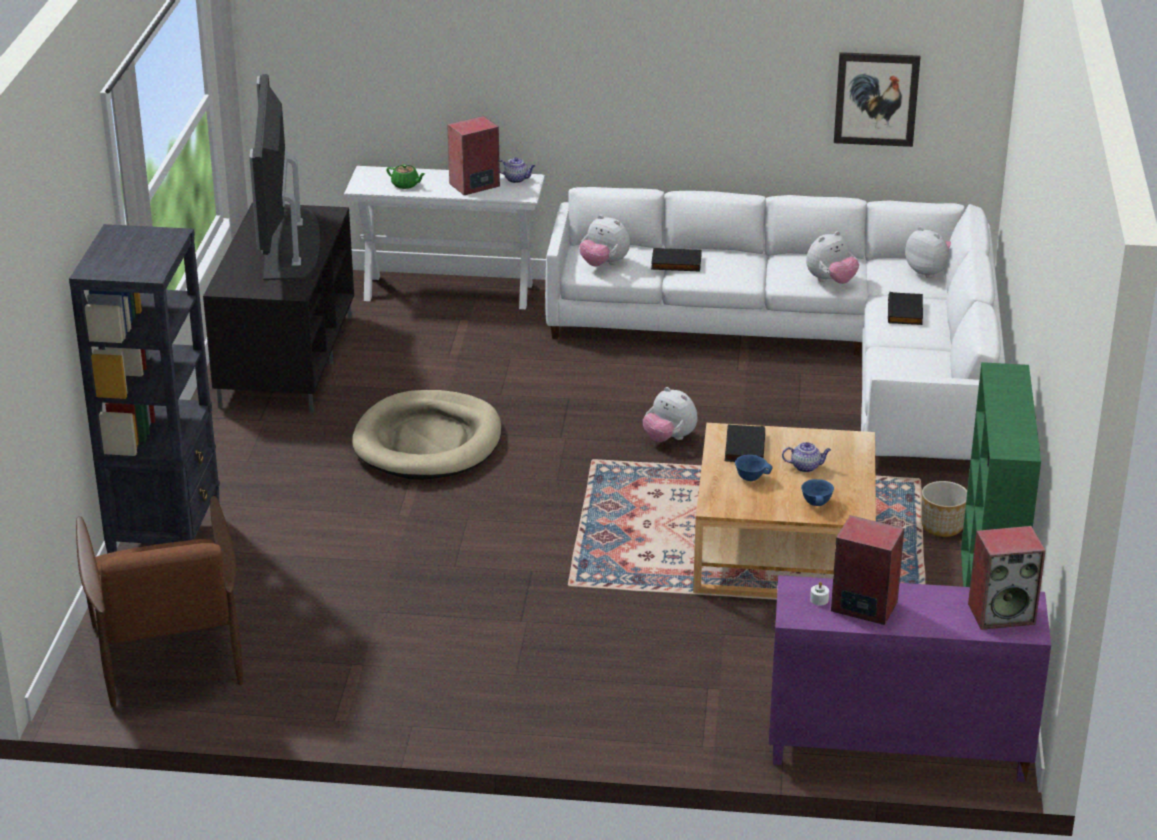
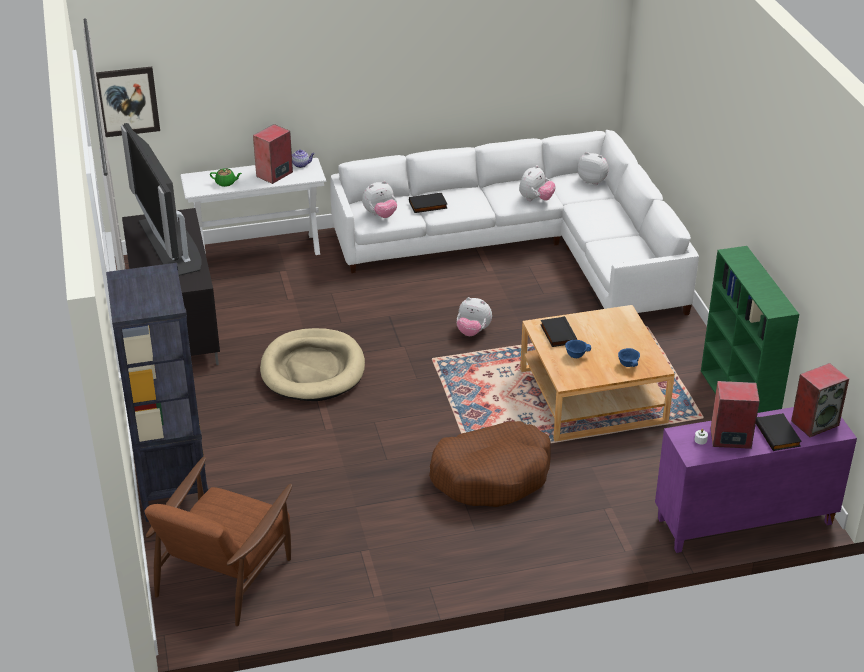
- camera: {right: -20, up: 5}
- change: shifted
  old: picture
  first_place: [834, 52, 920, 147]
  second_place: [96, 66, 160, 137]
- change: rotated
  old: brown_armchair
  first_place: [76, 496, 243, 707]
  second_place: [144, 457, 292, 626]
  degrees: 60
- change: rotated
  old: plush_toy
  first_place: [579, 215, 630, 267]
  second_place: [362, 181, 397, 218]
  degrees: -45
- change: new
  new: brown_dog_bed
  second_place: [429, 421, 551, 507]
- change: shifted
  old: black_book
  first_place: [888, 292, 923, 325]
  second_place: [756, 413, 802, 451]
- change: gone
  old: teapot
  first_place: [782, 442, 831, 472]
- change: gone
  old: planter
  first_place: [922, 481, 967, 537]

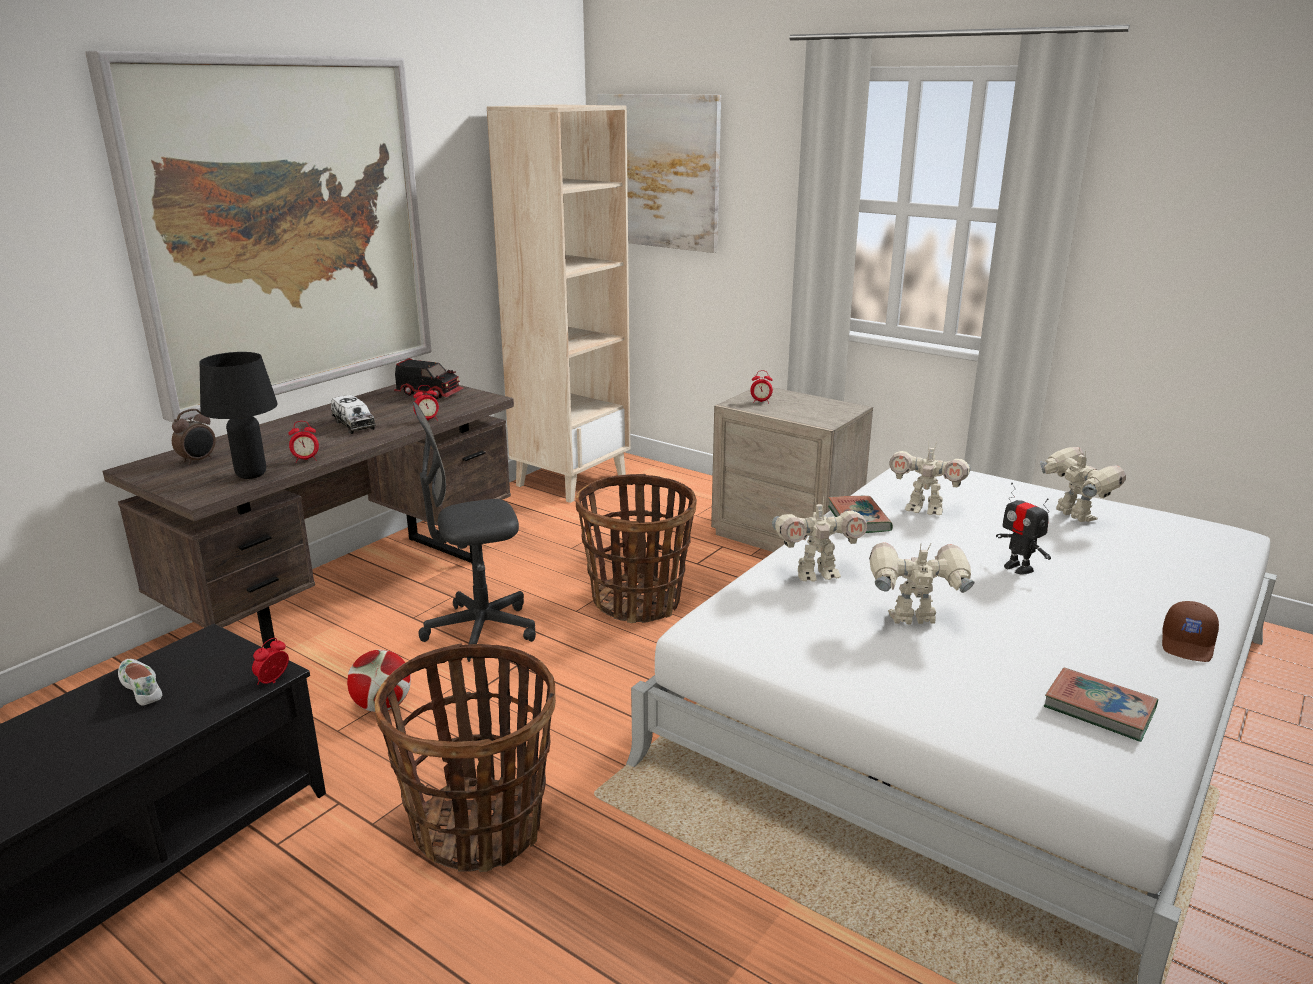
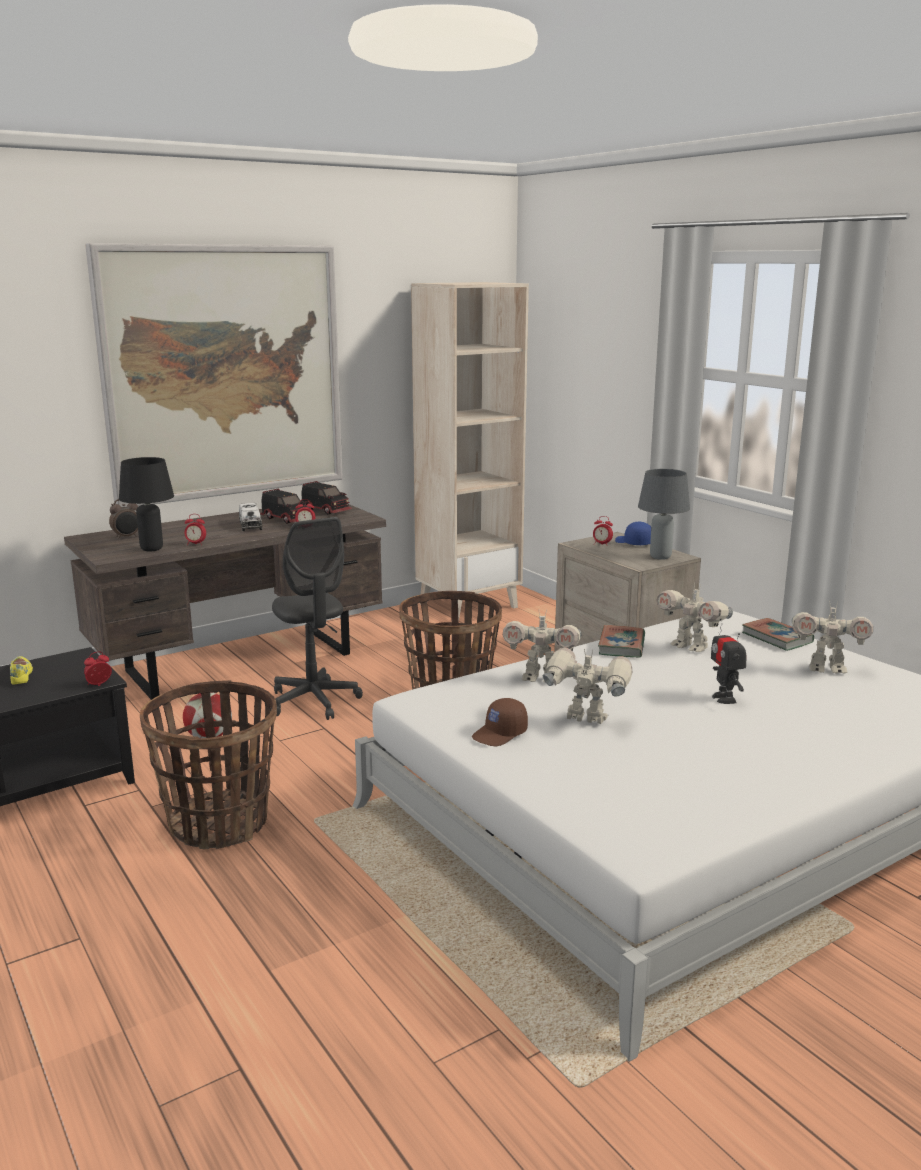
- camera: {right: 20, up: -5}
- change: repainted
  old: white_shoe
  new: yellow_shoe
  first_place: [118, 659, 162, 706]
  second_place: [10, 656, 33, 685]
- change: new
  new: toy_truck
  second_place: [260, 489, 309, 524]
- change: rotated
  old: grey_office_chair
  first_place: [413, 402, 536, 662]
  second_place: [271, 517, 363, 720]
  degrees: -120
- change: shifted
  old: brown_cap
  first_place: [1162, 601, 1219, 662]
  second_place: [472, 698, 528, 746]
- change: new
  new: blue_cap
  second_place: [615, 521, 651, 545]
- change: new
  new: grey_table_lamp
  second_place: [638, 469, 690, 560]
- change: shifted
  old: book
  first_place: [1044, 667, 1158, 742]
  second_place: [742, 618, 814, 651]
- change: rotated
  old: toy_robot
  first_place: [1040, 447, 1126, 522]
  second_place: [792, 601, 873, 673]
  degrees: 105
- change: gone
  old: picture
  first_place: [597, 94, 721, 253]

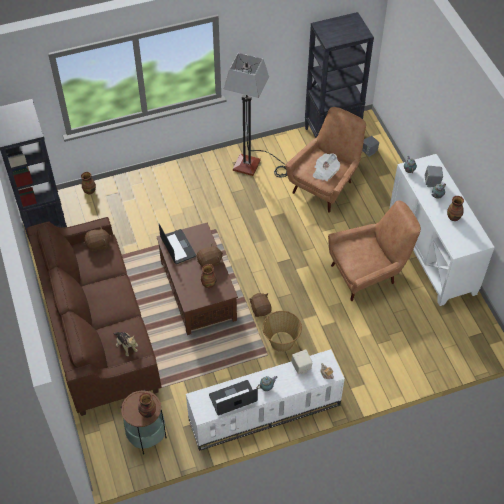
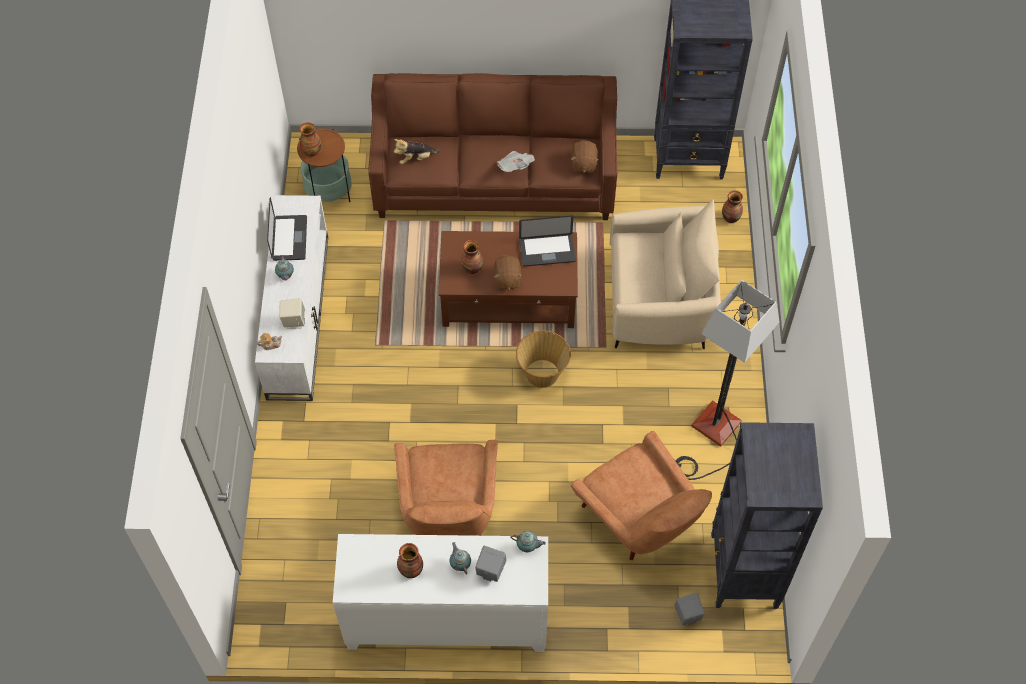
- camera: {right: 110, up: 5}
- change: shifted
  old: newspaper
  first_place: [313, 153, 340, 181]
  second_place: [497, 151, 535, 172]
- change: shifted
  old: basket
  first_place: [263, 311, 302, 352]
  second_place: [516, 330, 571, 388]
- change: new
  new: beige_armchair
  second_place: [610, 199, 721, 349]
- change: gone
  old: brown_plush_toy
  first_place: [249, 293, 272, 317]

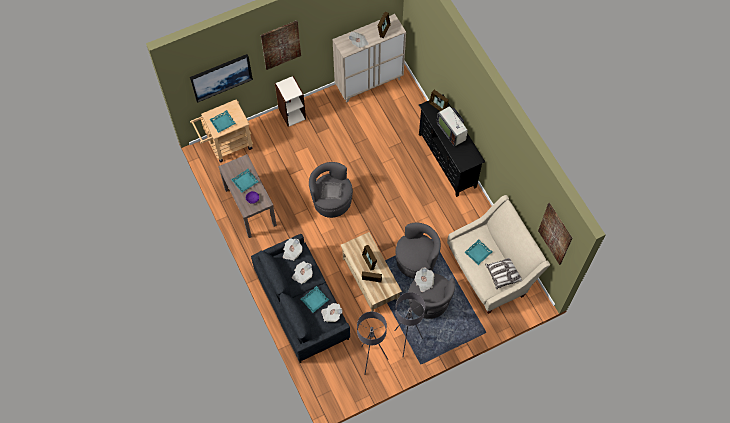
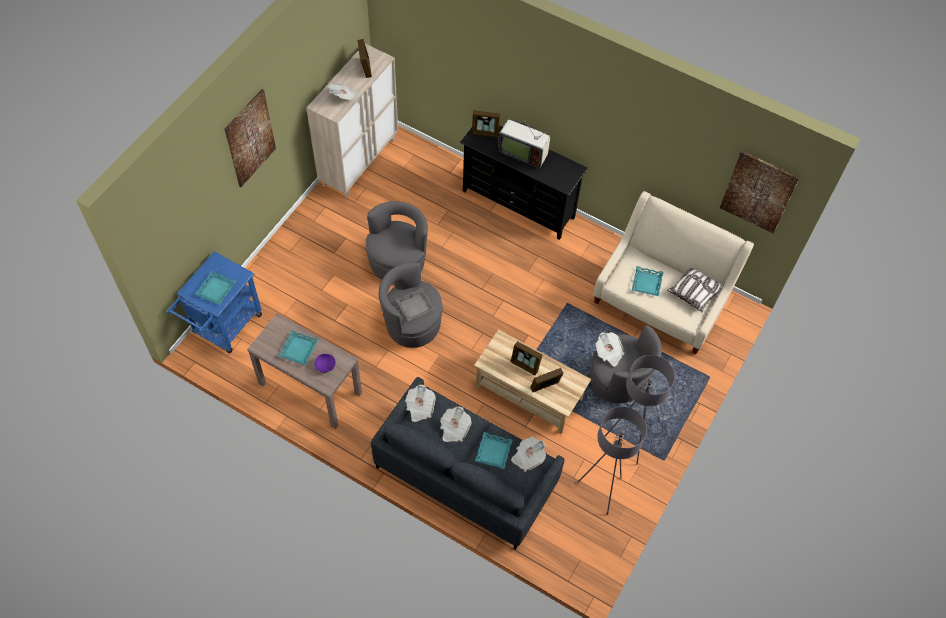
- camera: {right: -35, up: -5}
- change: repainted
  old: beige_cart
  new: blue_cart
  first_place: [190, 99, 253, 162]
  second_place: [167, 251, 262, 353]
- change: shifted
  old: grey_armchair
  first_place: [395, 222, 441, 279]
  second_place: [366, 201, 428, 284]
- change: gone
  old: picture
  first_place: [190, 54, 253, 103]
- change: gone
  old: bookcase
  first_place: [275, 76, 306, 127]

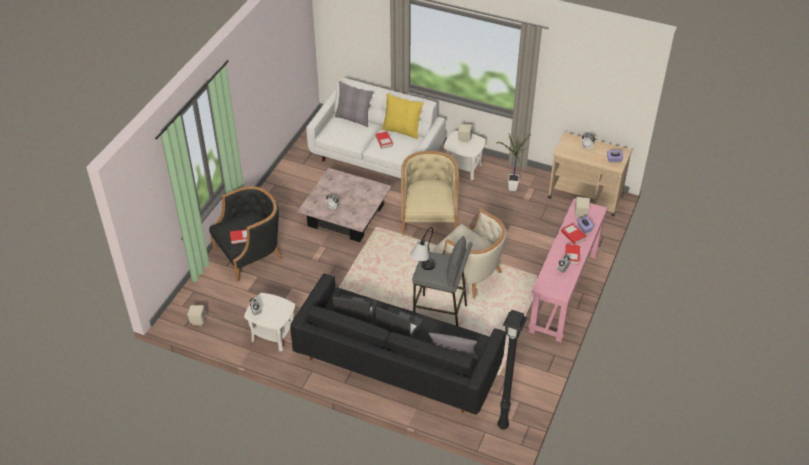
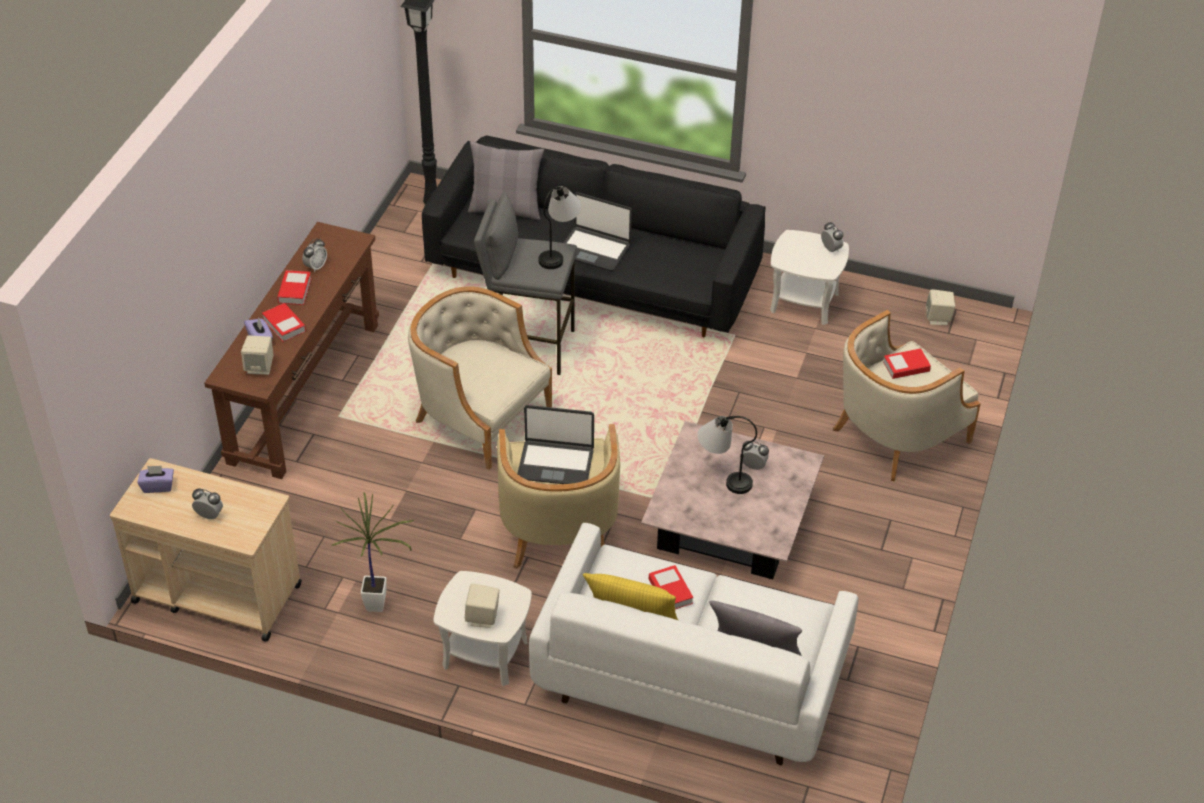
- camera: {right: 175, up: 0}
- change: repainted
  old: pink_console_table
  new: brown_console_table
  first_place: [528, 198, 607, 342]
  second_place: [204, 222, 379, 479]
- change: shifted
  old: laptop
  first_place: [333, 294, 377, 321]
  second_place: [517, 405, 594, 484]
- change: new
  new: table_lamp
  second_place: [697, 416, 757, 494]
- change: repainted
  old: black_armchair
  new: beige_armchair
  first_place: [209, 186, 283, 282]
  second_place: [833, 310, 981, 481]

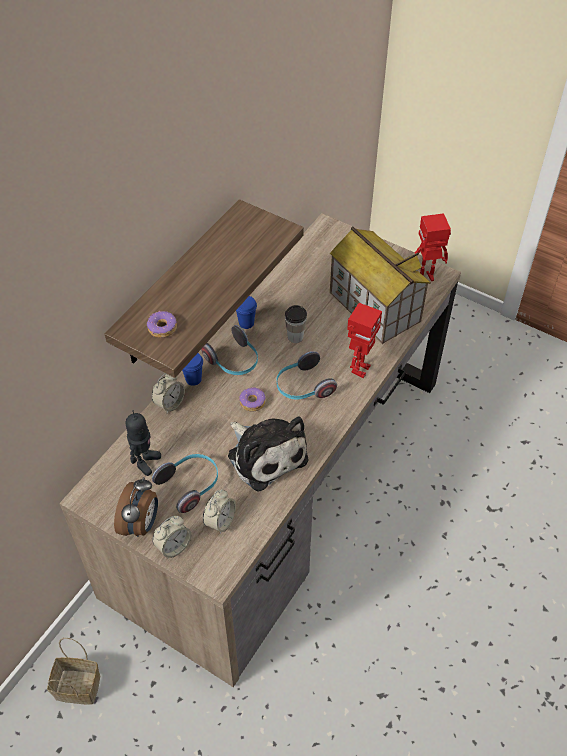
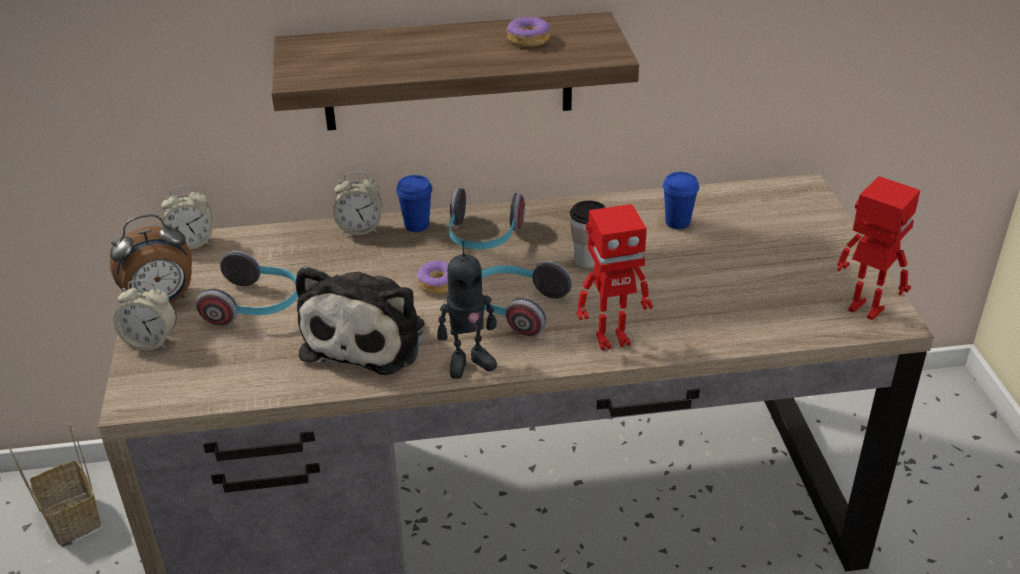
- camera: {right: 50, up: -15}
- change: shifted
  old: alarm_clock
  first_place: [203, 490, 236, 534]
  second_place: [161, 185, 213, 249]
- change: shifted
  old: toy_robot
  first_place: [126, 410, 161, 476]
  second_place: [437, 241, 497, 379]
- change: shifted
  old: donut
  first_place: [147, 311, 177, 338]
  second_place: [506, 15, 550, 47]
- change: shifted
  old: blue_cup
  first_place: [236, 296, 257, 329]
  second_place: [663, 172, 699, 229]
- change: gone
  old: toy_house
  first_place: [330, 227, 431, 344]

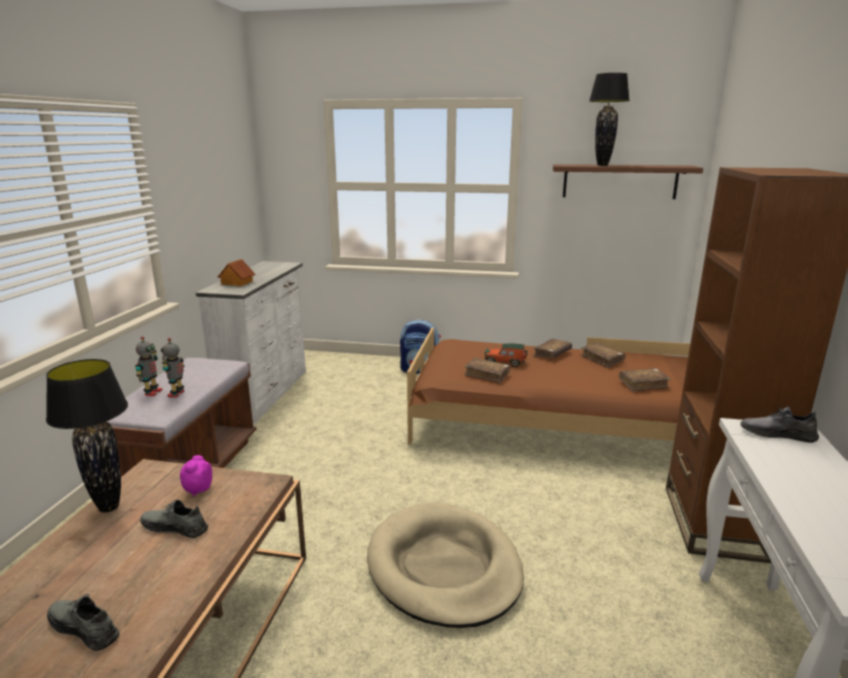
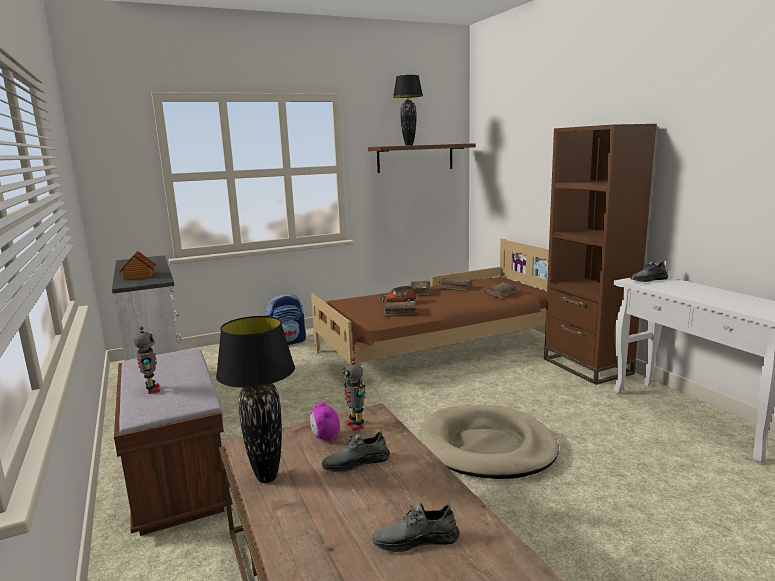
- camera: {right: -35, up: -5}
- change: shifted
  old: toy_robot
  first_place: [161, 338, 184, 398]
  second_place: [342, 357, 366, 431]

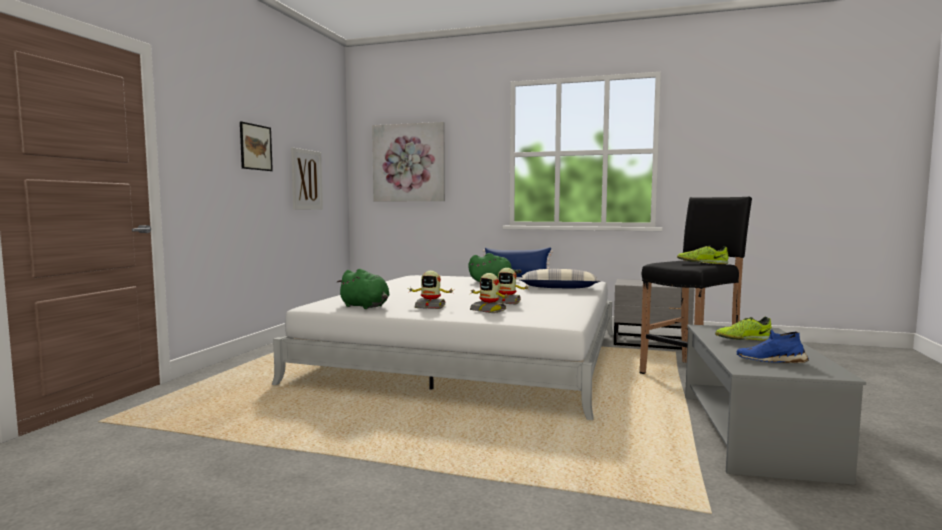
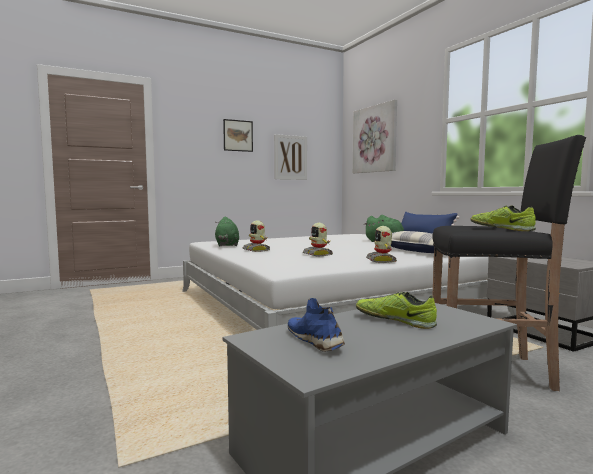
- camera: {right: 45, up: 0}
- change: shifted
  old: toy_robot
  first_place: [470, 273, 509, 313]
  second_place: [366, 226, 397, 263]

